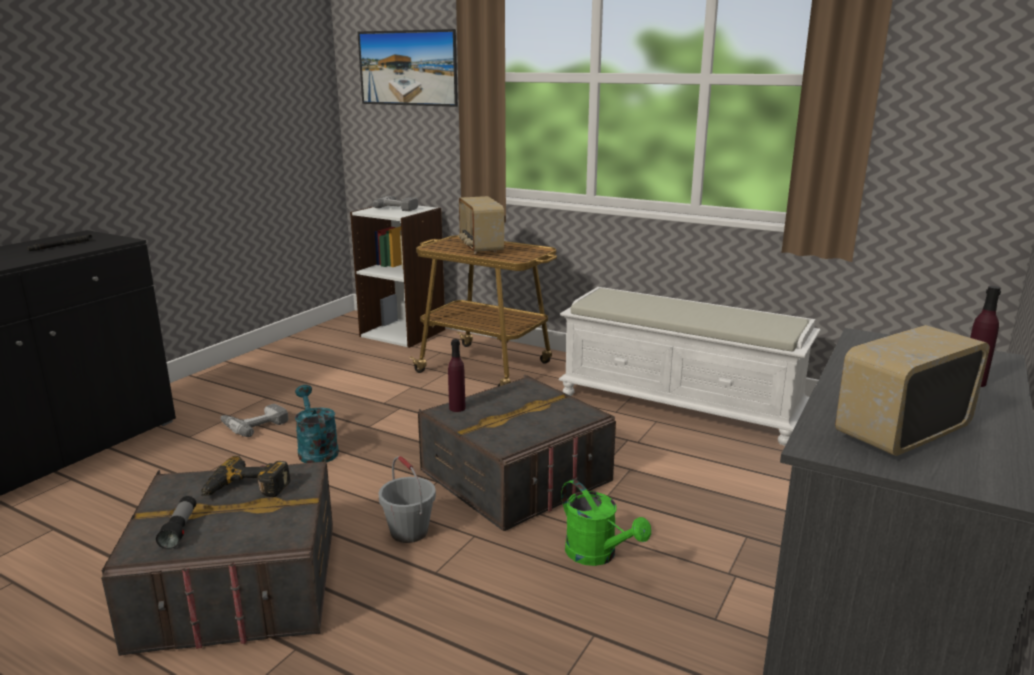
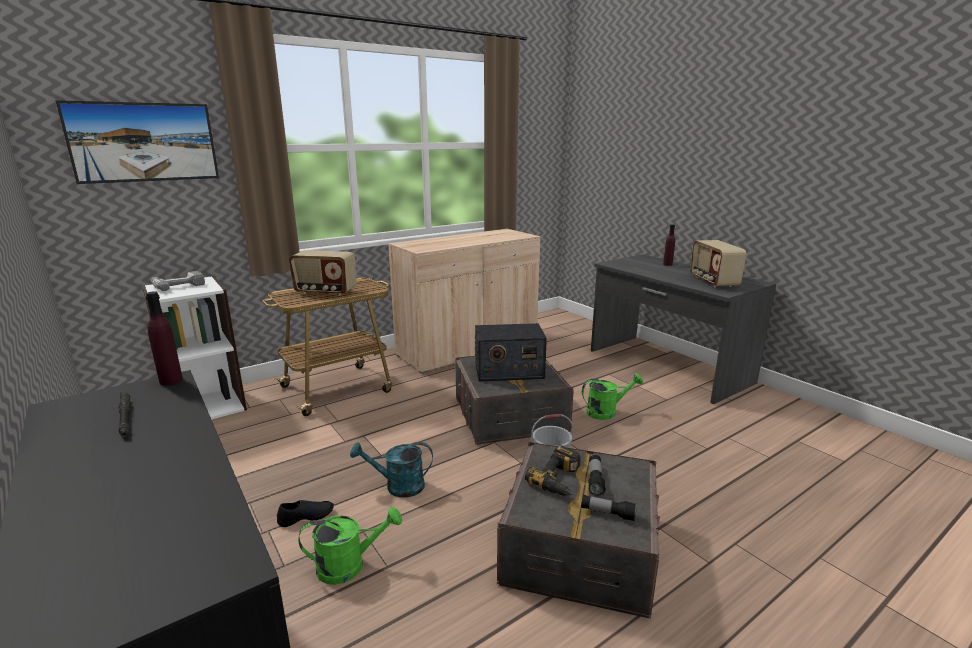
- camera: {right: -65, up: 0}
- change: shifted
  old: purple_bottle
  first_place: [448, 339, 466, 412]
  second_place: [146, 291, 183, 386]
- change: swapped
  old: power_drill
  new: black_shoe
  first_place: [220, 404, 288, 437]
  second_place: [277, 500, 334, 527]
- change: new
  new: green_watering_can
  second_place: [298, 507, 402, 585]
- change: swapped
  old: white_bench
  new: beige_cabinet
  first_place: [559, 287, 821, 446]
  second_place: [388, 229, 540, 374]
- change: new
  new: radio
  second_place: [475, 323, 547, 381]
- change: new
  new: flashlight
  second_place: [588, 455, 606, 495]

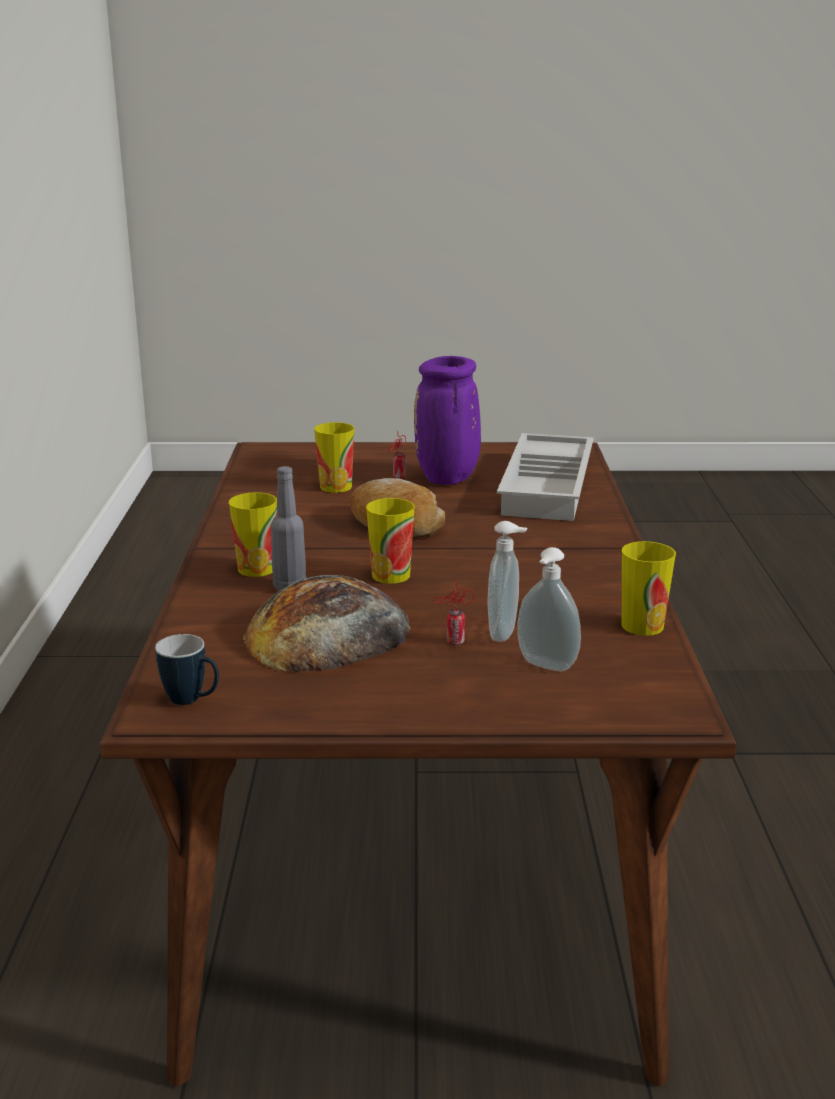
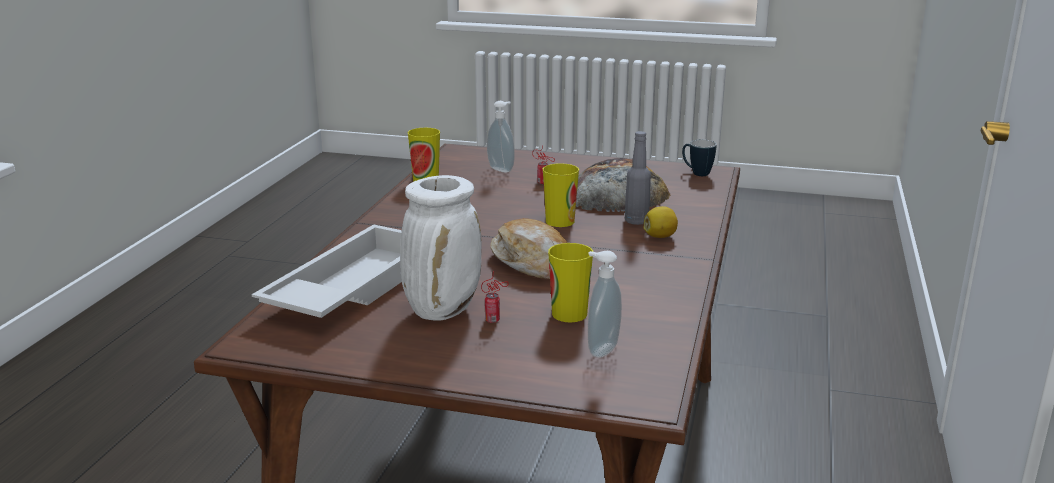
- camera: {right: -165, up: 0}
- change: repainted
  old: purple_vase
  new: white_vase
  first_place: [414, 356, 481, 485]
  second_place: [401, 175, 482, 321]
- change: shifted
  old: soap_dispenser
  first_place: [487, 521, 528, 642]
  second_place: [588, 251, 622, 358]
- change: swapped
  old: cup
  new: lemon
  first_place: [229, 492, 277, 577]
  second_place: [644, 206, 678, 238]

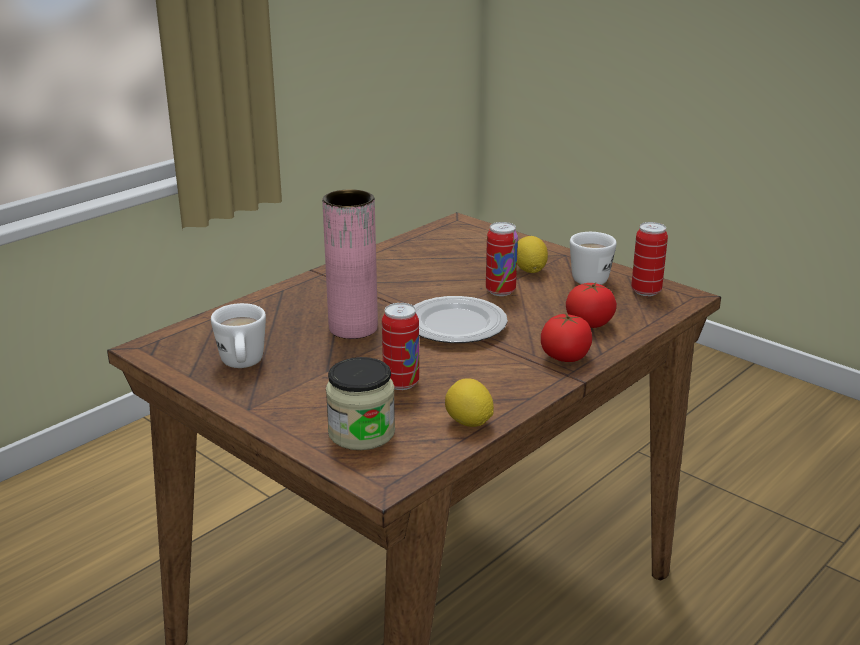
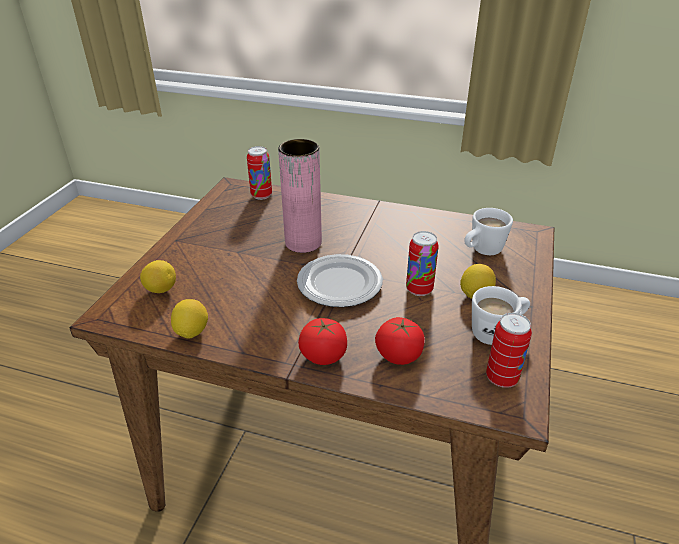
- camera: {right: 65, up: 10}
- change: swapped
  old: jar
  new: lemon
  first_place: [326, 357, 395, 450]
  second_place: [140, 260, 176, 293]
- change: shifted
  old: can
  first_place: [382, 303, 419, 390]
  second_place: [247, 146, 272, 200]
- change: shifted
  old: white_mug
  first_place: [211, 303, 266, 368]
  second_place: [464, 208, 513, 255]

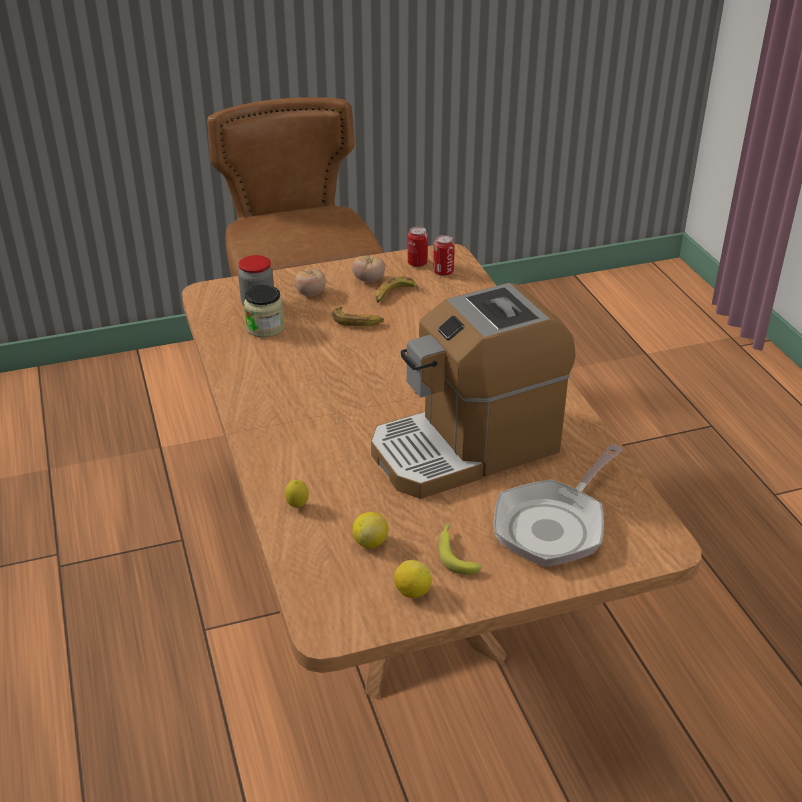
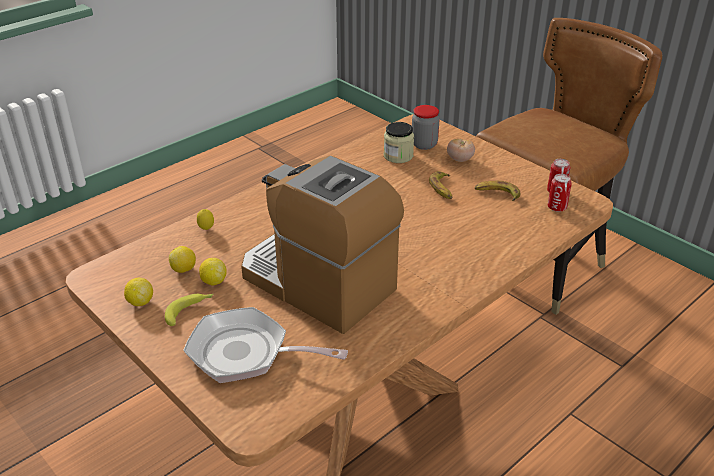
- camera: {right: 65, up: 0}
- change: new
  new: lemon
  second_place: [199, 258, 227, 285]
- change: gone
  old: tomato
  first_place: [352, 255, 385, 282]

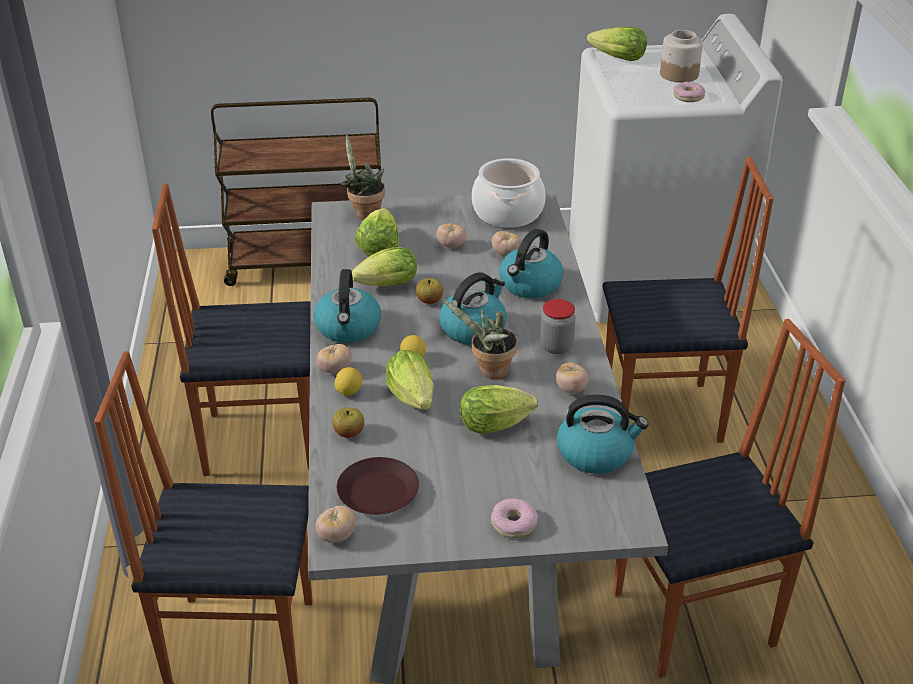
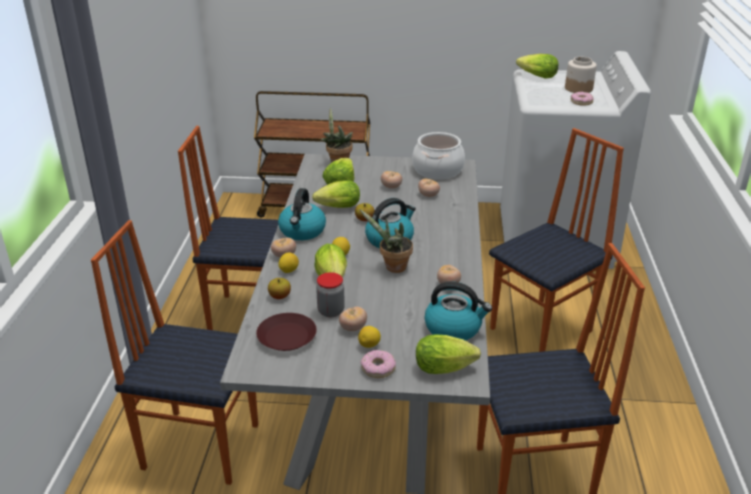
- camera: {right: 10, up: -5}
- change: shifted
  old: jar
  first_place: [540, 299, 576, 354]
  second_place: [316, 272, 345, 317]
- change: shifted
  old: tomato
  first_place: [316, 505, 356, 543]
  second_place: [339, 307, 367, 331]
- change: new
  new: lemon
  second_place: [358, 326, 381, 348]
- change: shifted
  old: lettuce
  first_place: [460, 385, 538, 433]
  second_place: [416, 334, 481, 374]
- change: rotated
  old: chair
  first_place: [603, 157, 774, 443]
  second_place: [489, 128, 624, 352]
  degrees: -45
- change: gone
  old: kettle
  first_place: [499, 229, 564, 298]

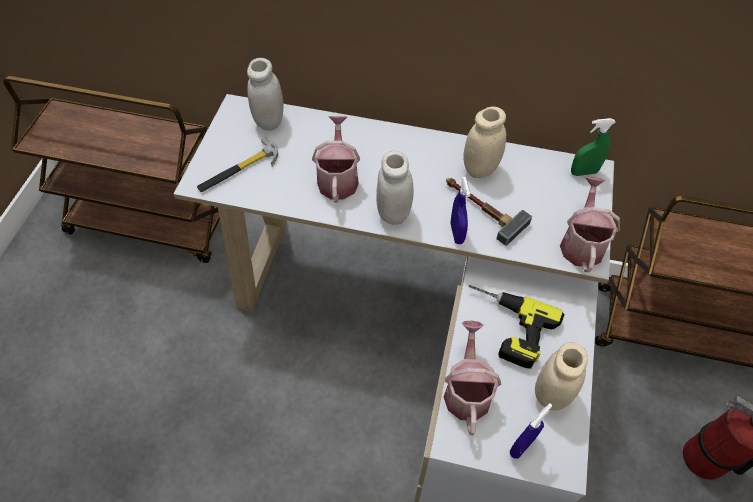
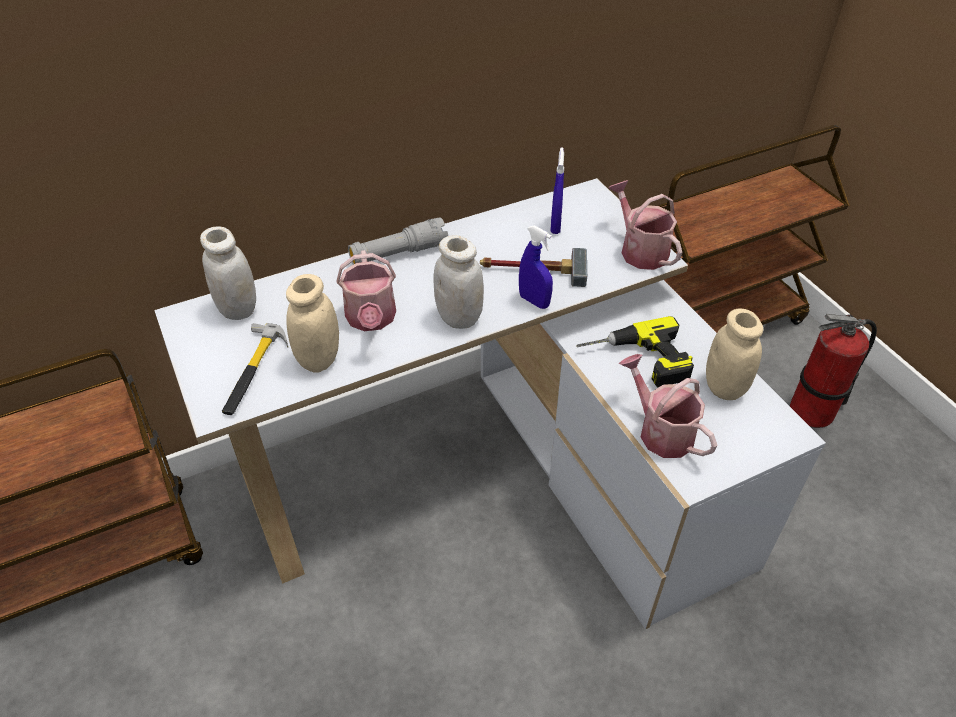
- camera: {right: -40, up: -10}
- change: shifted
  old: beige_jar
  first_place: [463, 106, 506, 178]
  second_place: [286, 274, 339, 373]
- change: rotated
  old: watering_can
  first_place: [312, 116, 360, 203]
  second_place: [337, 250, 396, 331]
  degrees: -150
- change: new
  new: grey_flashlight
  second_place: [348, 217, 448, 265]
- change: shifted
  old: blue_spray_bottle
  first_place: [510, 403, 553, 459]
  second_place: [550, 147, 564, 234]
- change: gone
  old: green_spray_bottle
  first_place: [571, 118, 616, 176]

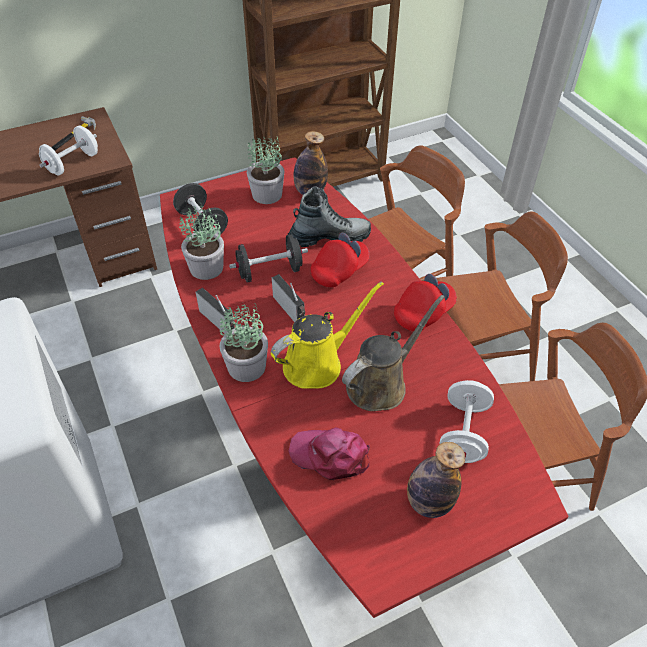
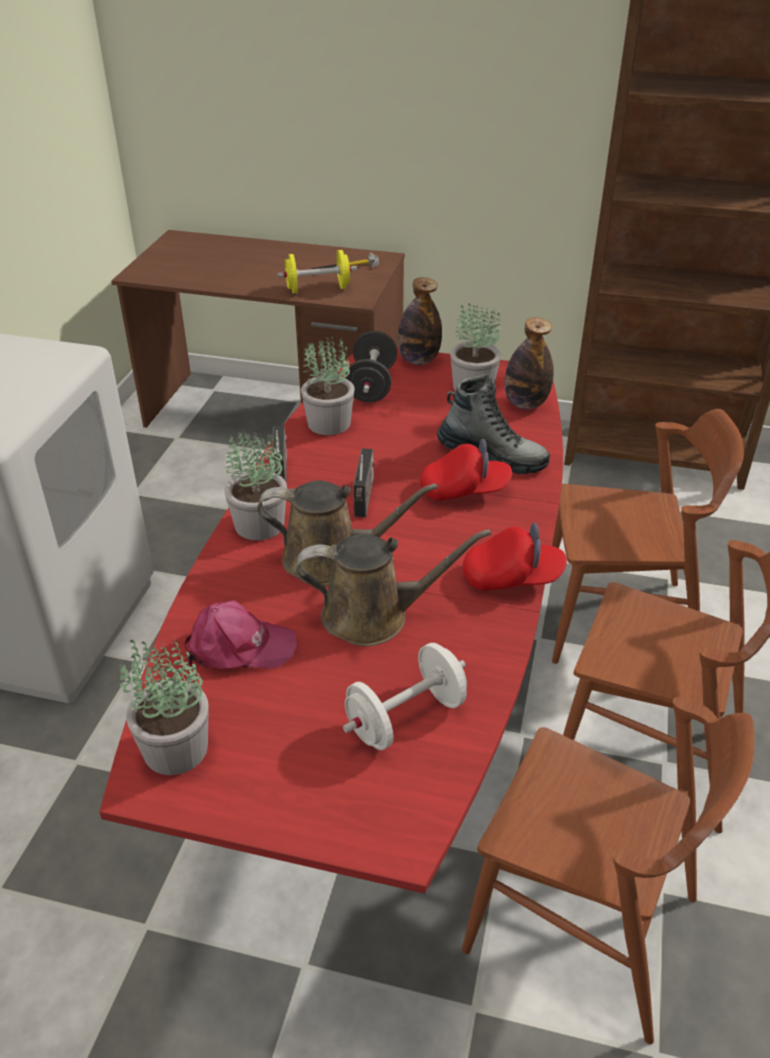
- camera: {right: 40, up: -10}
- change: new
  new: potted_plant
  second_place: [120, 636, 209, 775]
- change: rotated
  old: pink_cap
  first_place: [288, 427, 370, 480]
  second_place: [185, 600, 297, 669]
  degrees: 120
- change: repainted
  old: yellow_watering_can
  new: brown_watering_can
  first_place: [271, 281, 384, 389]
  second_place: [257, 480, 438, 586]
- change: repainted
  old: white_dumbbell
  new: yellow_dumbbell
  first_place: [39, 126, 98, 175]
  second_place: [277, 250, 357, 293]
- change: shifted
  old: bottle
  first_place: [407, 442, 465, 518]
  second_place: [398, 277, 442, 365]
- change: gone
  old: black_dumbbell
  first_place: [229, 234, 308, 283]

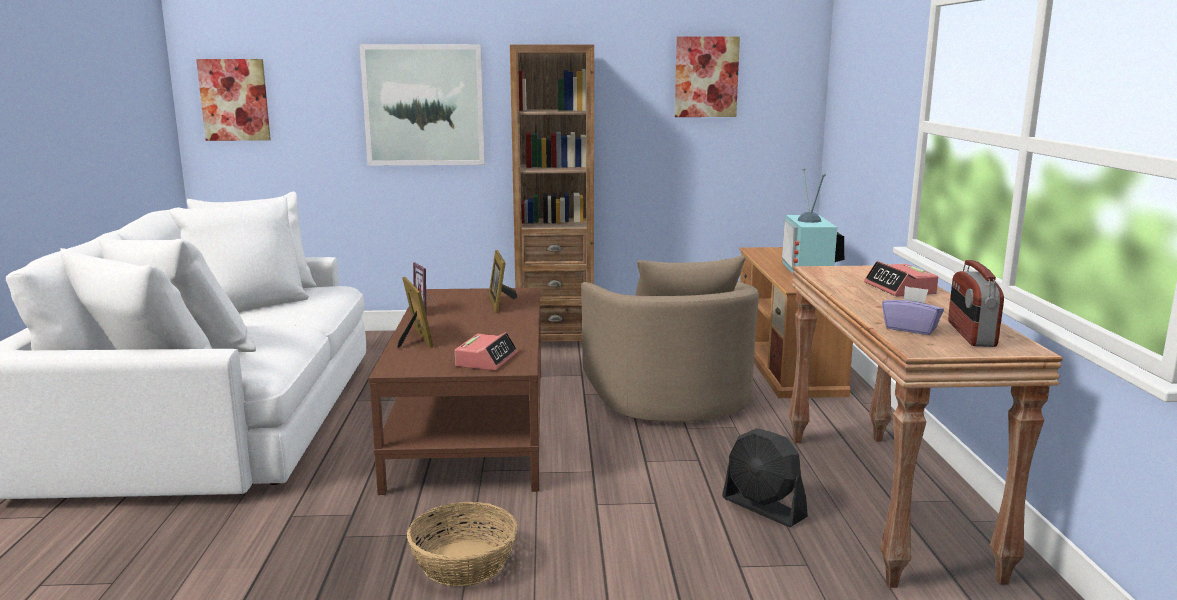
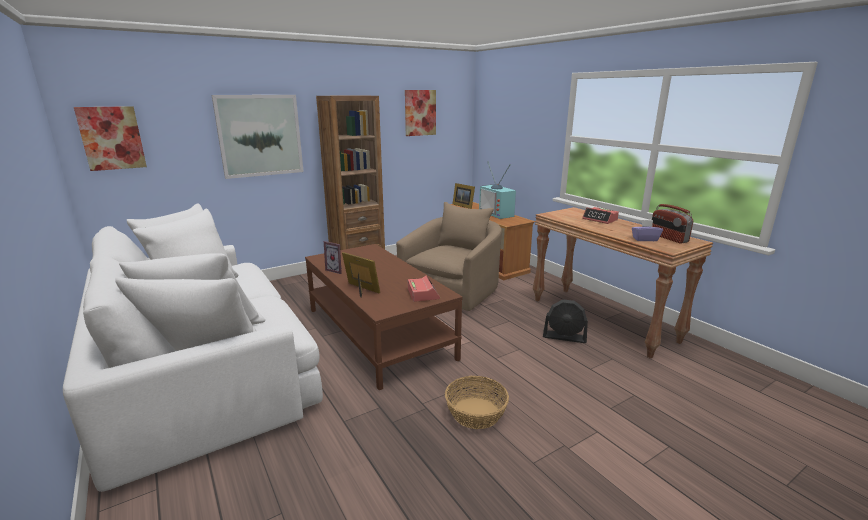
- camera: {right: -30, up: 5}
- change: rotated
  old: beige_armchair
  first_place: [581, 256, 759, 422]
  second_place: [396, 202, 502, 311]
  degrees: -105
- change: shifted
  old: picture_frame
  first_place: [488, 250, 517, 313]
  second_place: [453, 183, 475, 209]

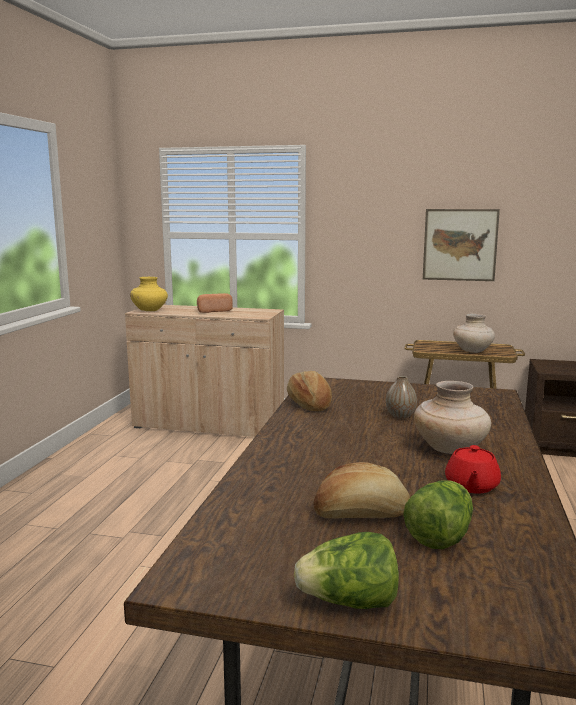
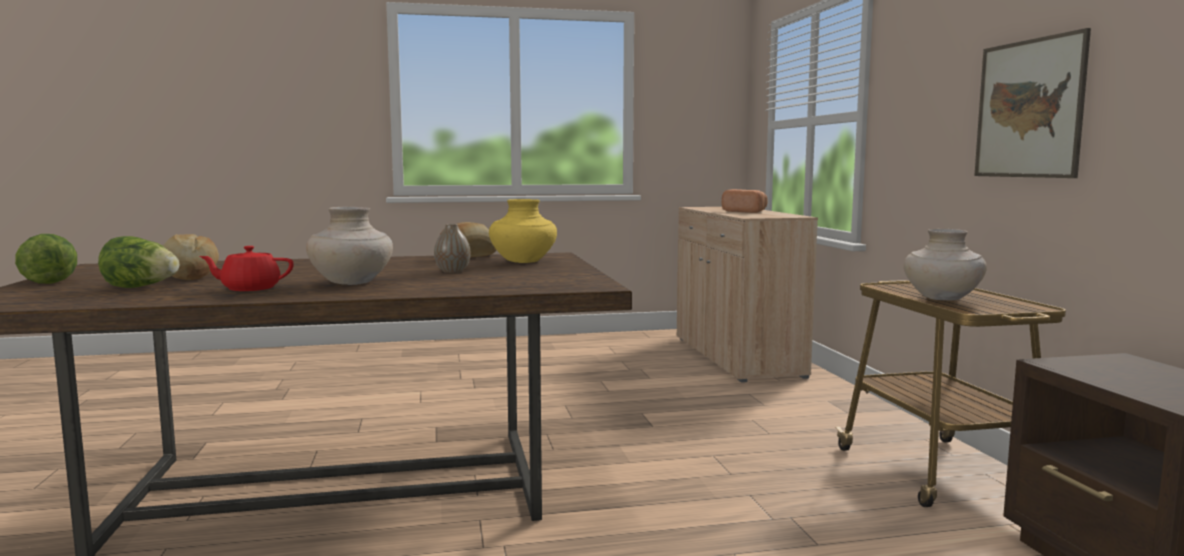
- camera: {right: 65, up: -5}
- change: shifted
  old: yellow_vase
  first_place: [130, 277, 168, 311]
  second_place: [489, 199, 557, 263]

